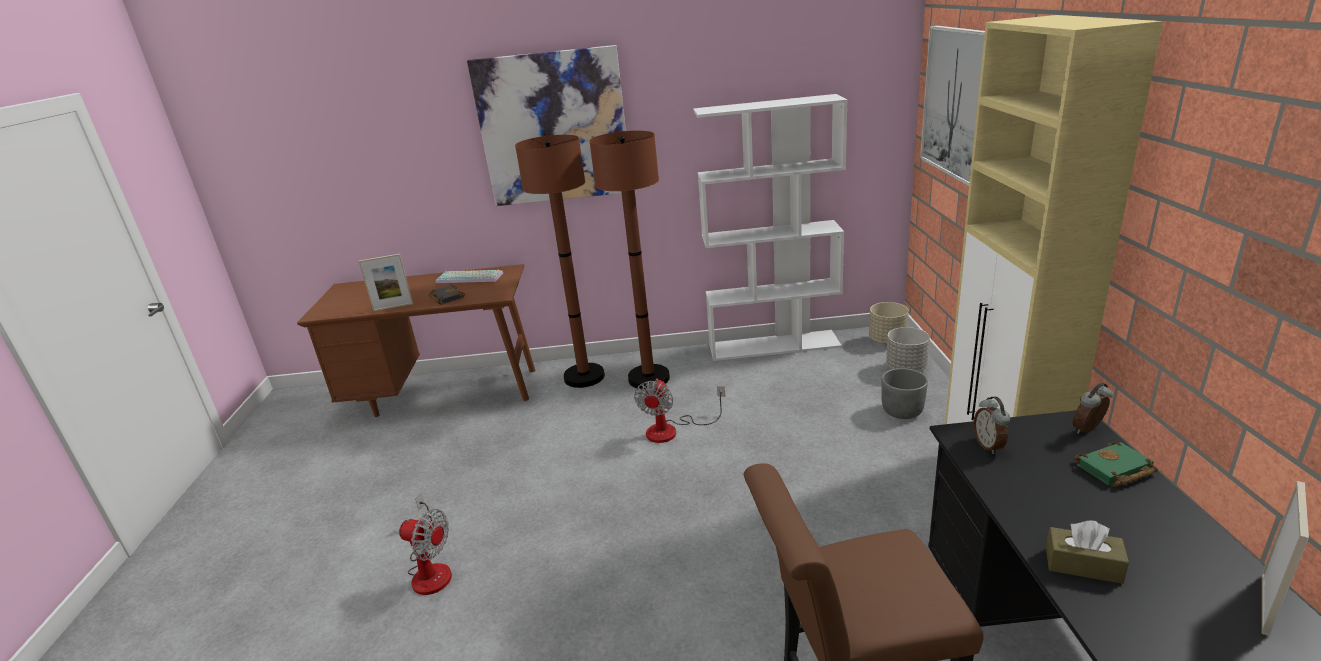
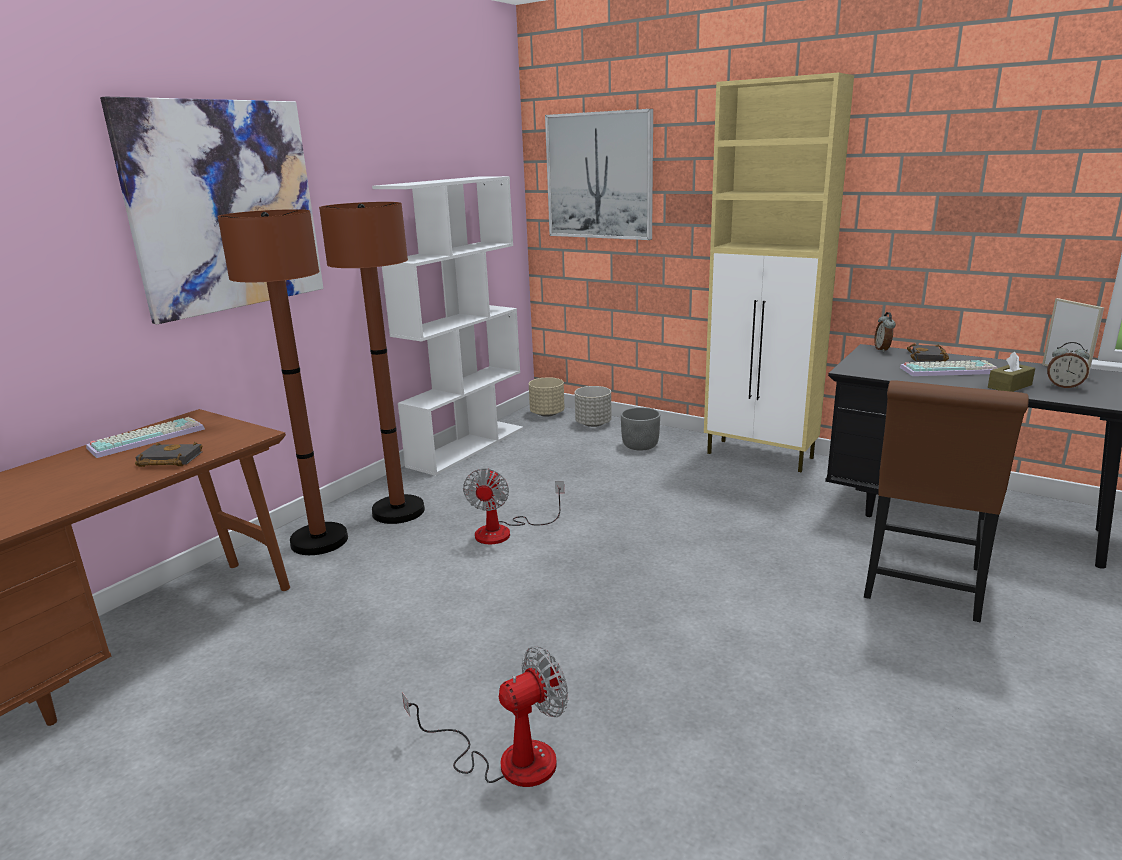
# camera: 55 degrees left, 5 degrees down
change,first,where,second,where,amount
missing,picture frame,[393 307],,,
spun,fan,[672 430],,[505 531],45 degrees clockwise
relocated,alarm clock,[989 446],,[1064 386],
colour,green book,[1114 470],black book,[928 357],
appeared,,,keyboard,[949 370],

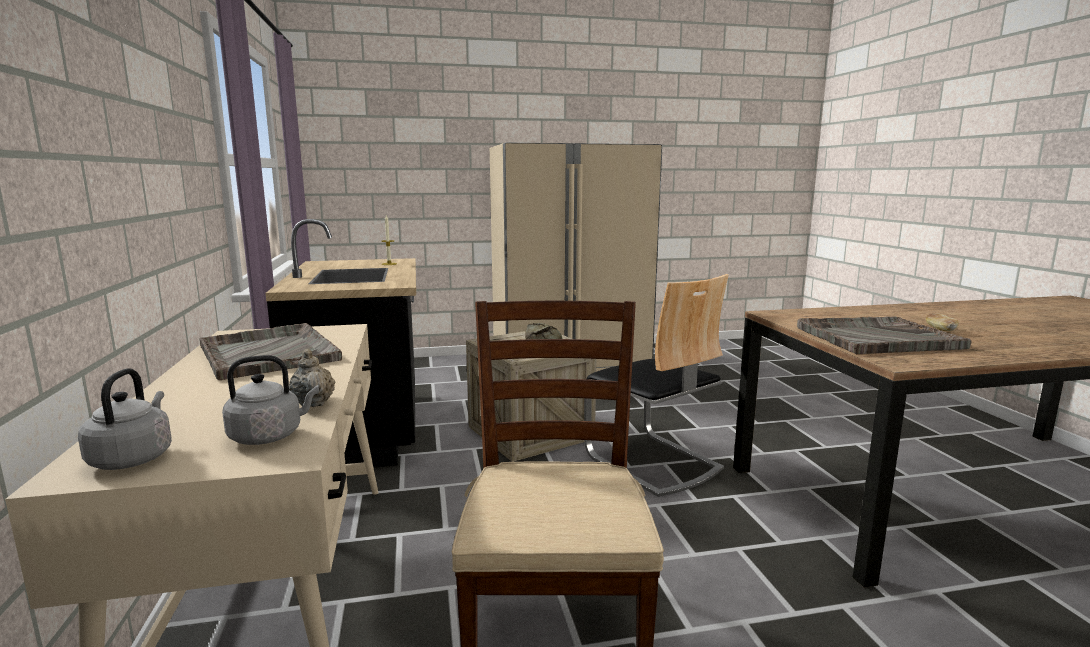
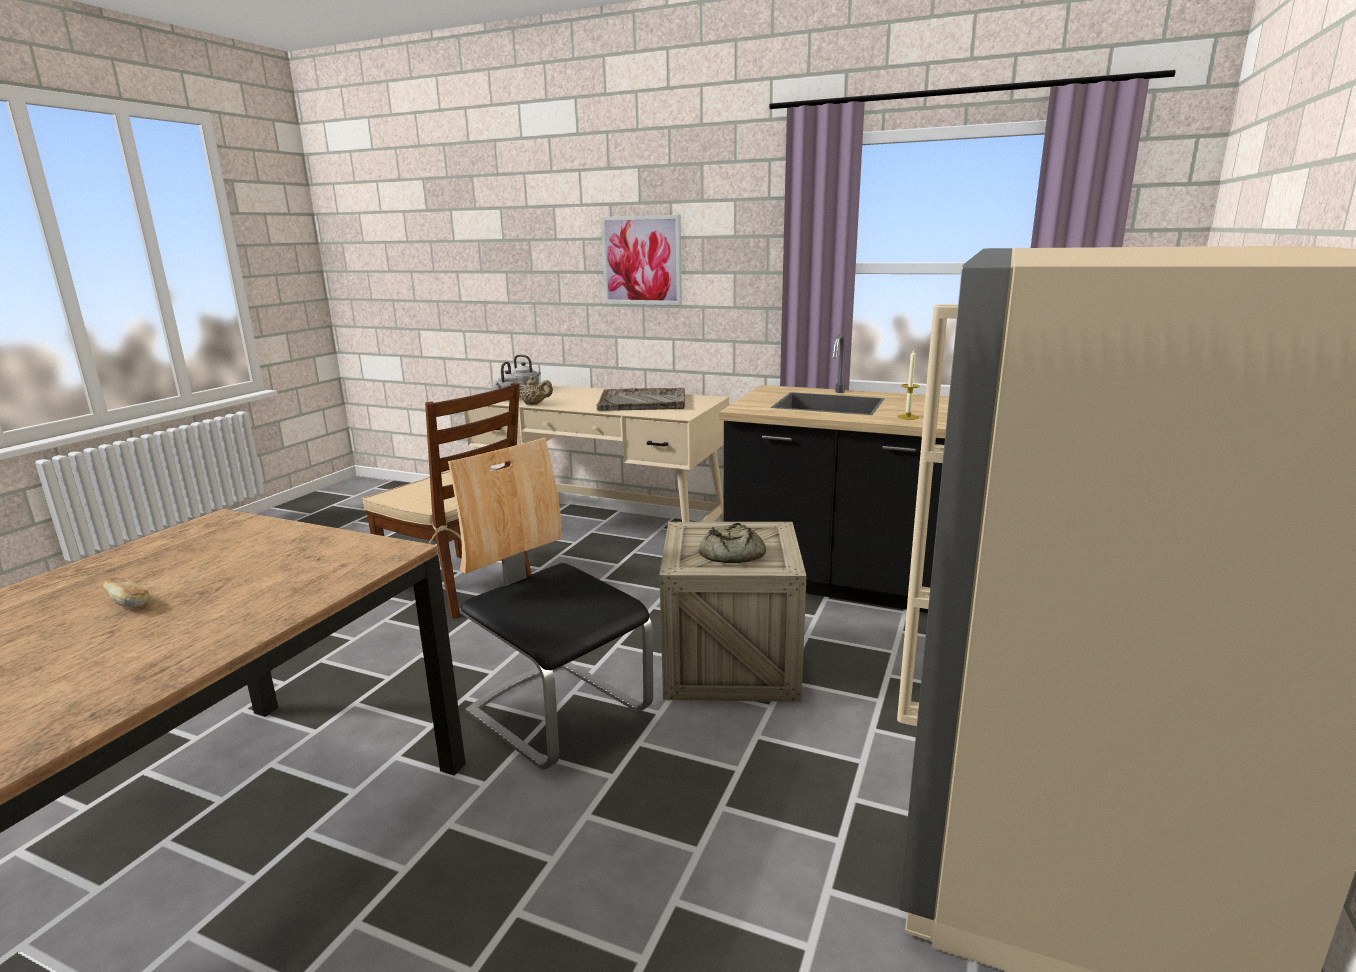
# camera: 125 degrees right, 5 degrees up
change,first,where,second,where,amount
spun,chair,[652 462],,[559 711],45 degrees clockwise
missing,grey tray,[876 338],,,
appeared,,,picture,[642 260],

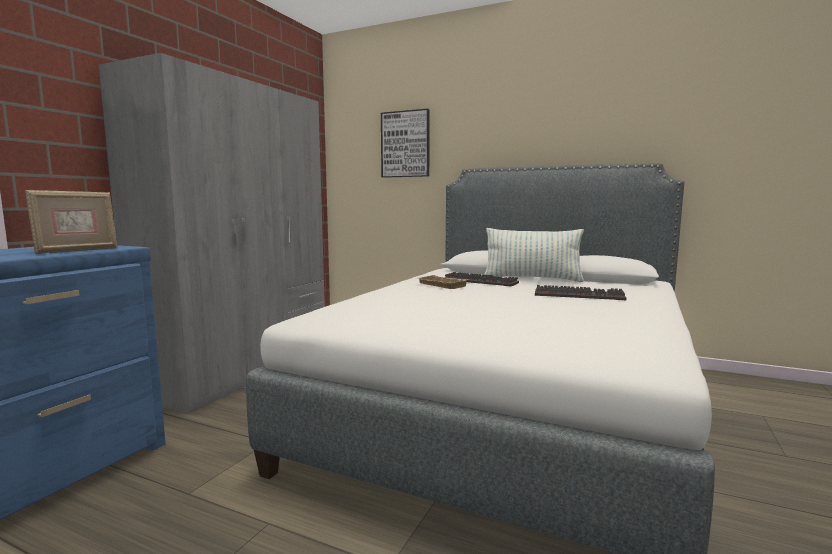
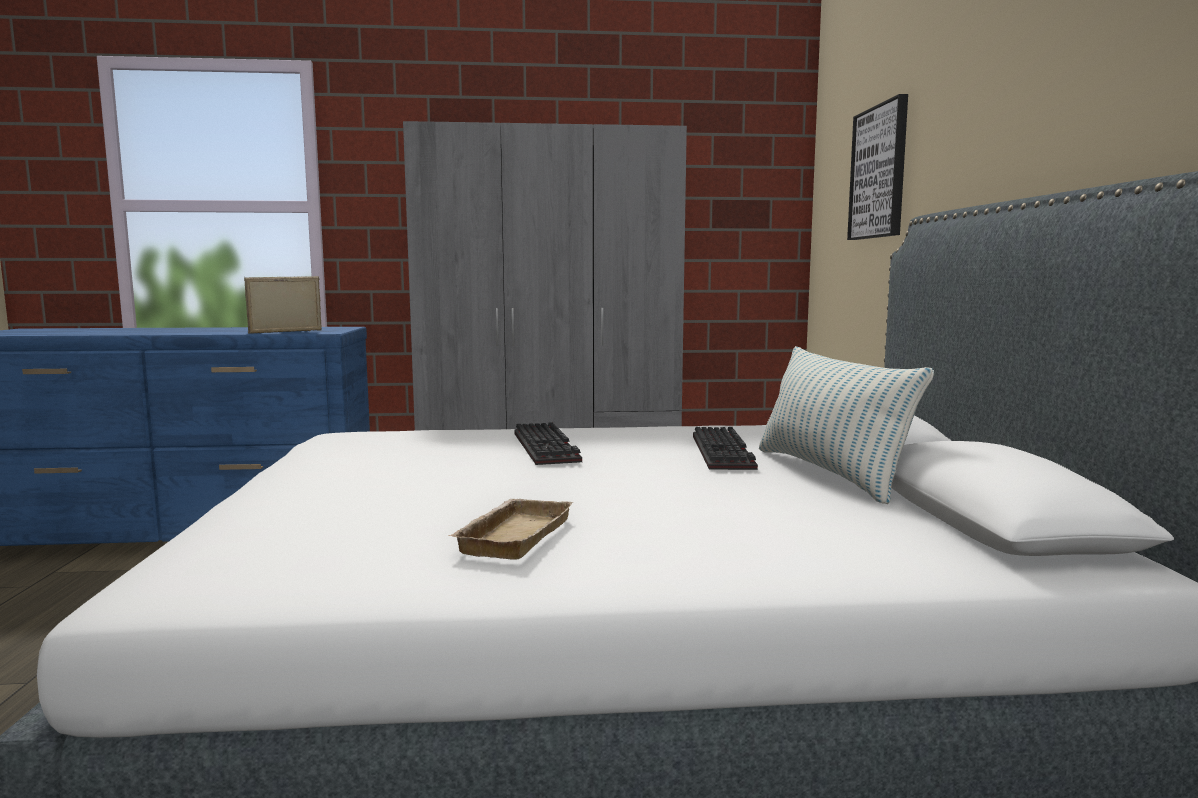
# camera: 60 degrees right, 0 degrees up
change,first,where,second,where,amount
spun,picture frame,[77 251],,[286 332],150 degrees clockwise
relocated,beige tray,[440 285],,[512 535],
relocated,keyboard,[580 295],,[548 447],

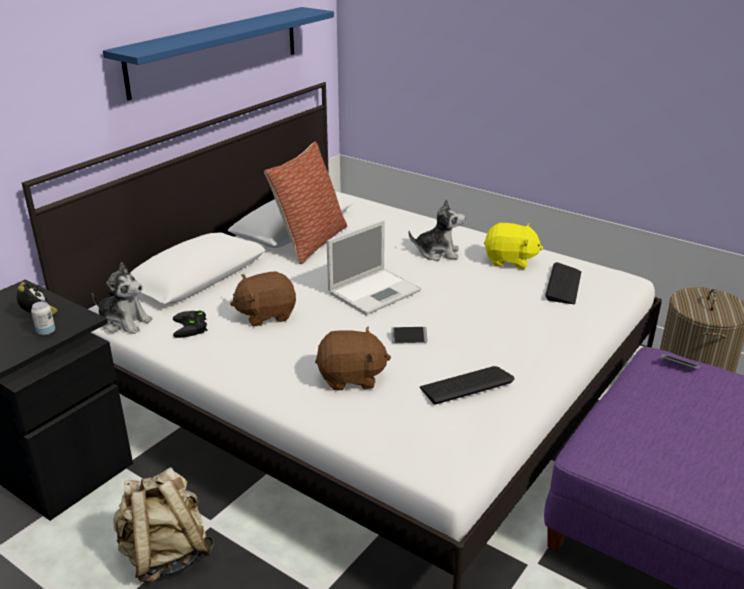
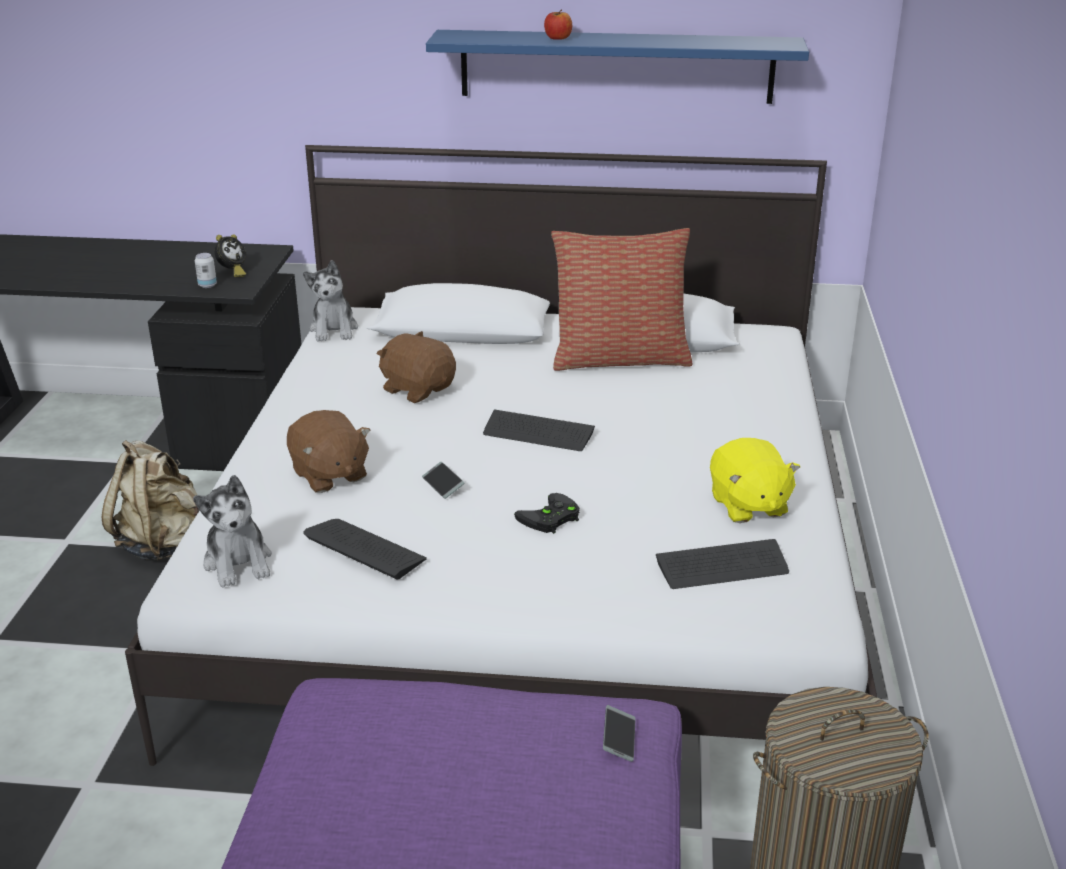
# camera: 60 degrees right, 0 degrees up
change,first,where,second,where,amount
relocated,black game controller,[192 327],,[549 519],
exchanged,laptop,[375 291],keyboard,[538 433],
relocated,plush toy,[437 253],,[238 562],
appeared,,,apple,[558 38],

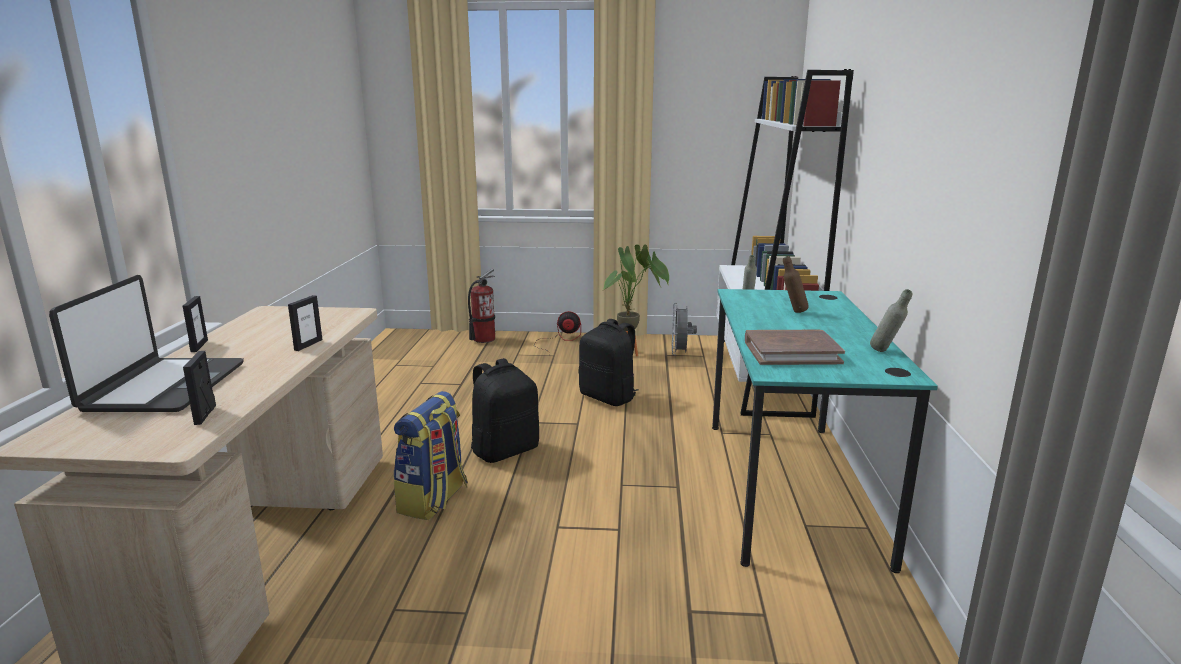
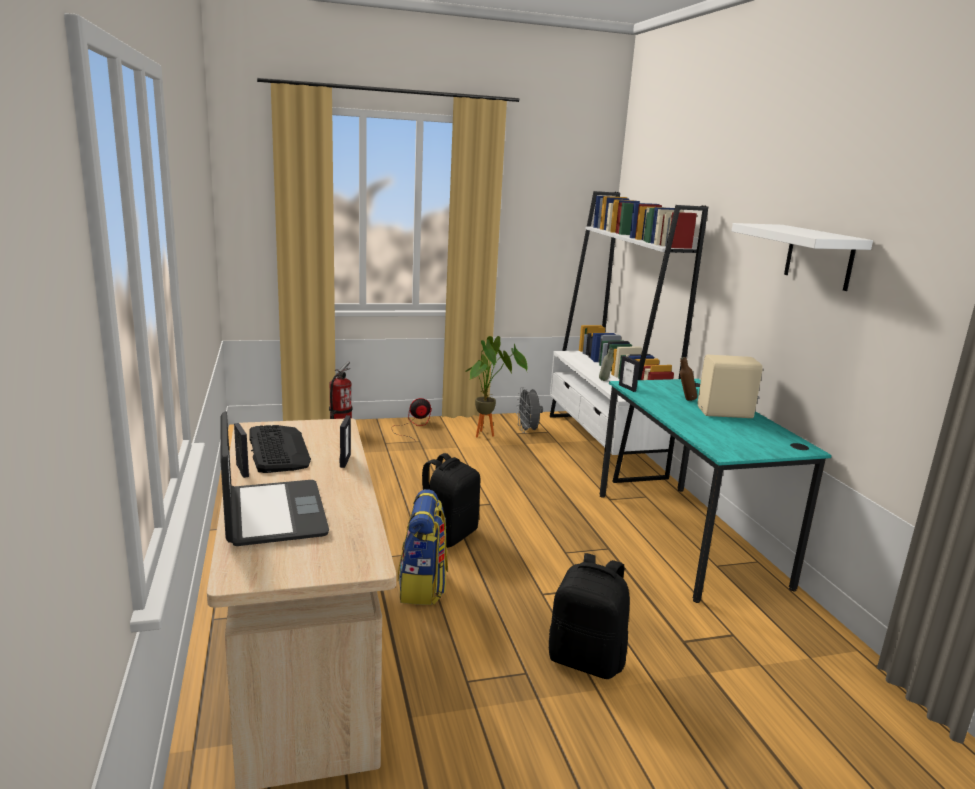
# camera: 20 degrees left, 0 degrees up
change,first,where,second,where,amount
relocated,picture frame,[205 415],,[627 388],
relocated,black backpack,[609 397],,[586 660],
missing,brown book,[791 352],,,
missing,grey bottle,[886 352],,,
appeared,,,keyboard,[278 449],
appeared,,,beige speaker,[726 413],
appeared,,,white shelf,[819 257],

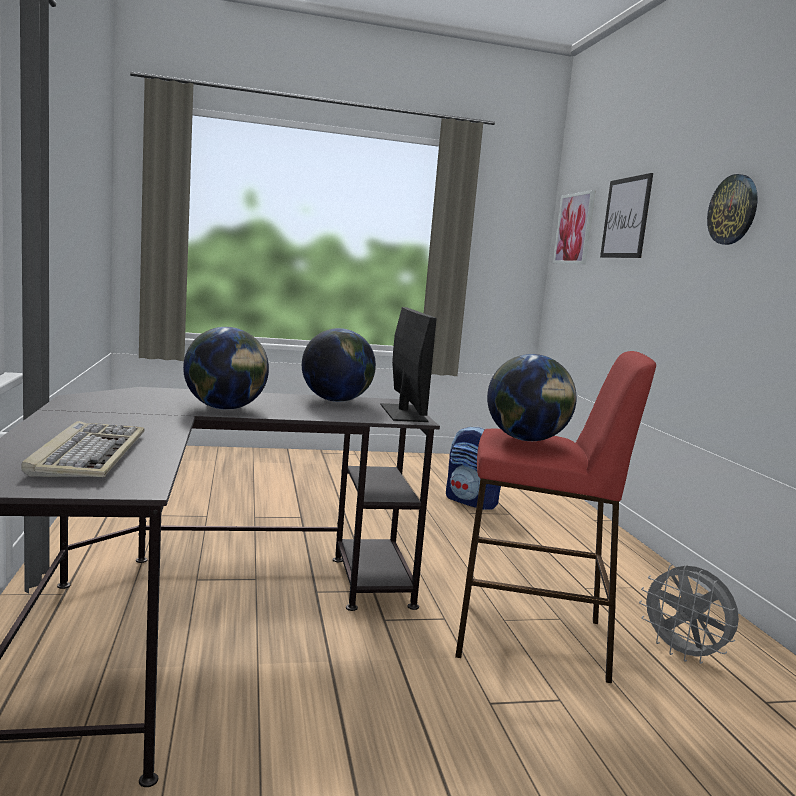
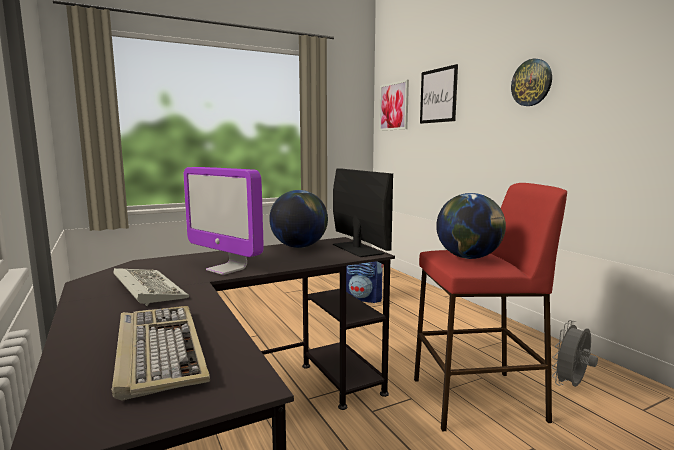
# camera: 15 degrees left, 0 degrees up
change,first,where,second,where,amount
exchanged,globe,[225 408],monitor,[226 269],
spun,grey fan,[684 654],,[571 385],105 degrees clockwise
appeared,,,keyboard,[146 288],

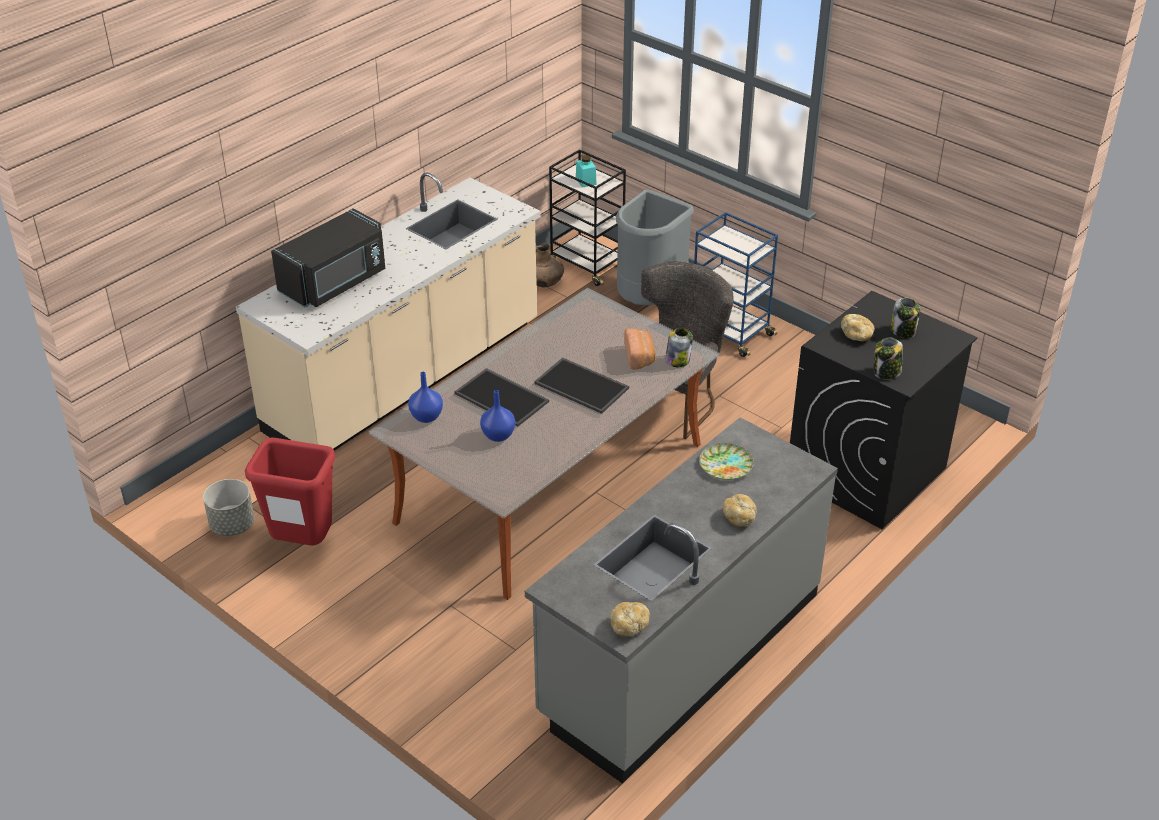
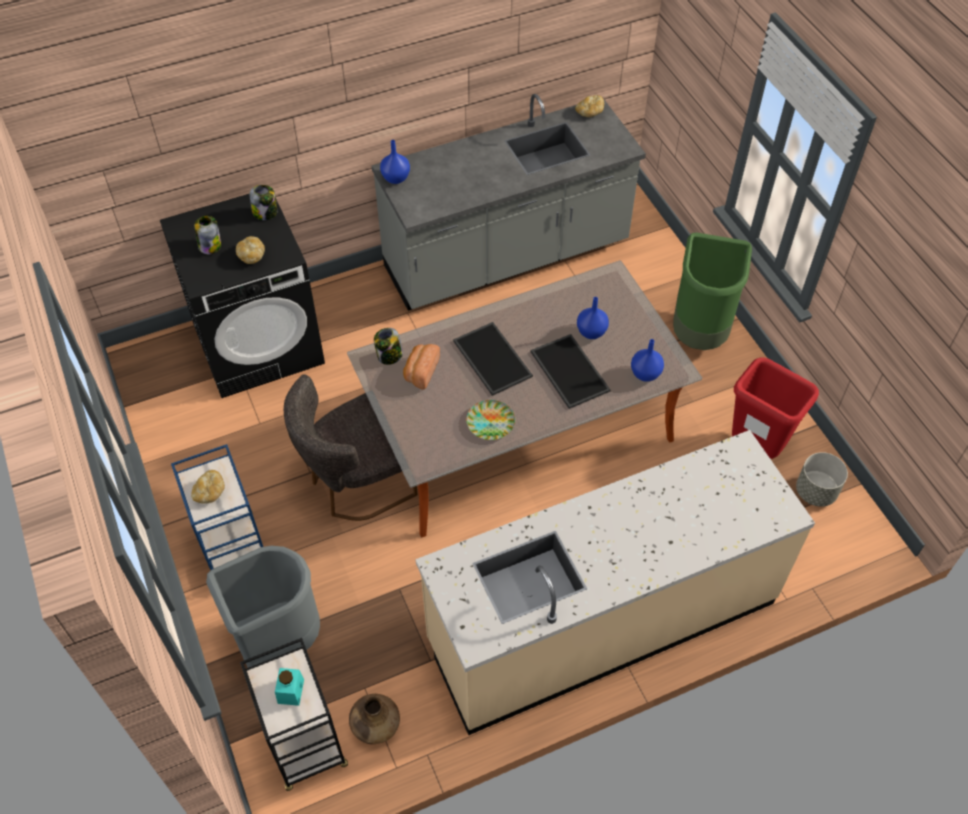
# camera: 155 degrees left, 15 degrees up
change,first,where,second,where,amount
missing,black microwave,[335 282],,,
relocated,plate,[725 464],,[490 423],
relocated,bread,[739 516],,[210 492],
appeared,,,blue vase,[395 178],
appeared,,,green trash can,[700 333],

